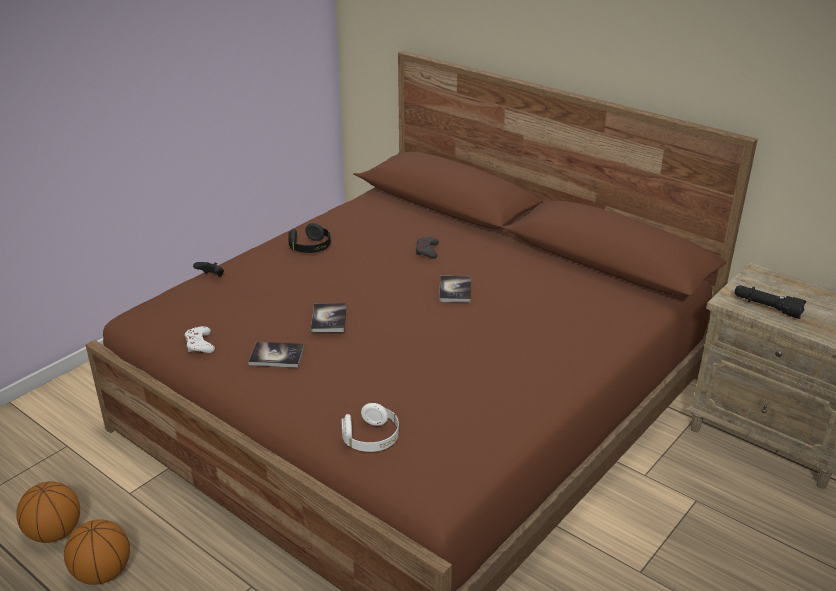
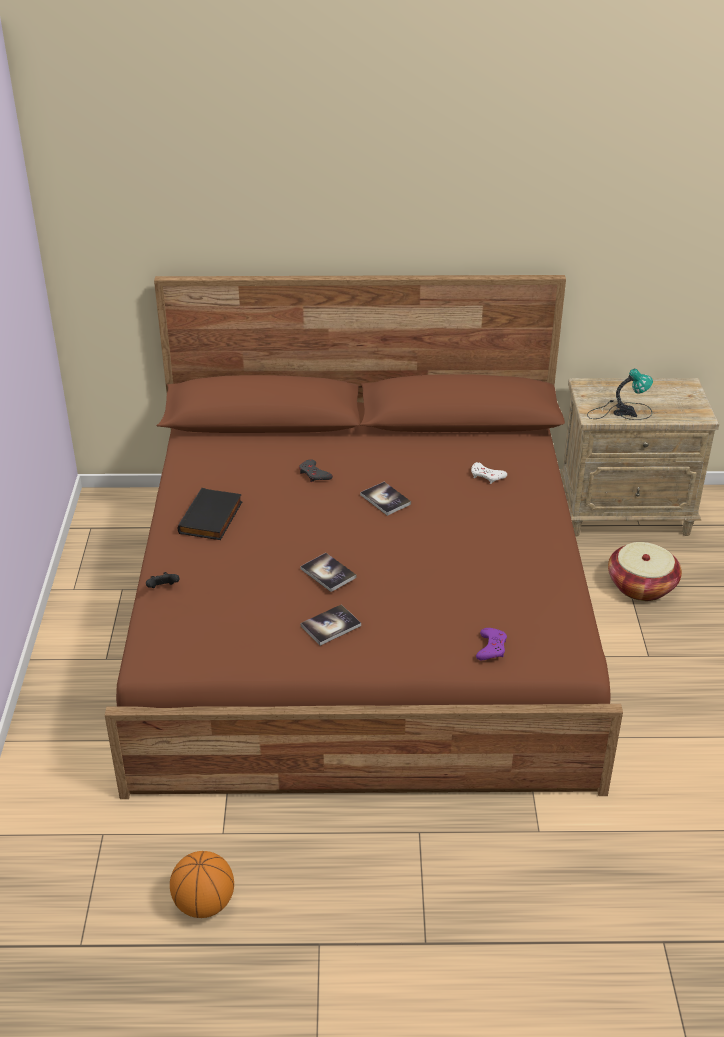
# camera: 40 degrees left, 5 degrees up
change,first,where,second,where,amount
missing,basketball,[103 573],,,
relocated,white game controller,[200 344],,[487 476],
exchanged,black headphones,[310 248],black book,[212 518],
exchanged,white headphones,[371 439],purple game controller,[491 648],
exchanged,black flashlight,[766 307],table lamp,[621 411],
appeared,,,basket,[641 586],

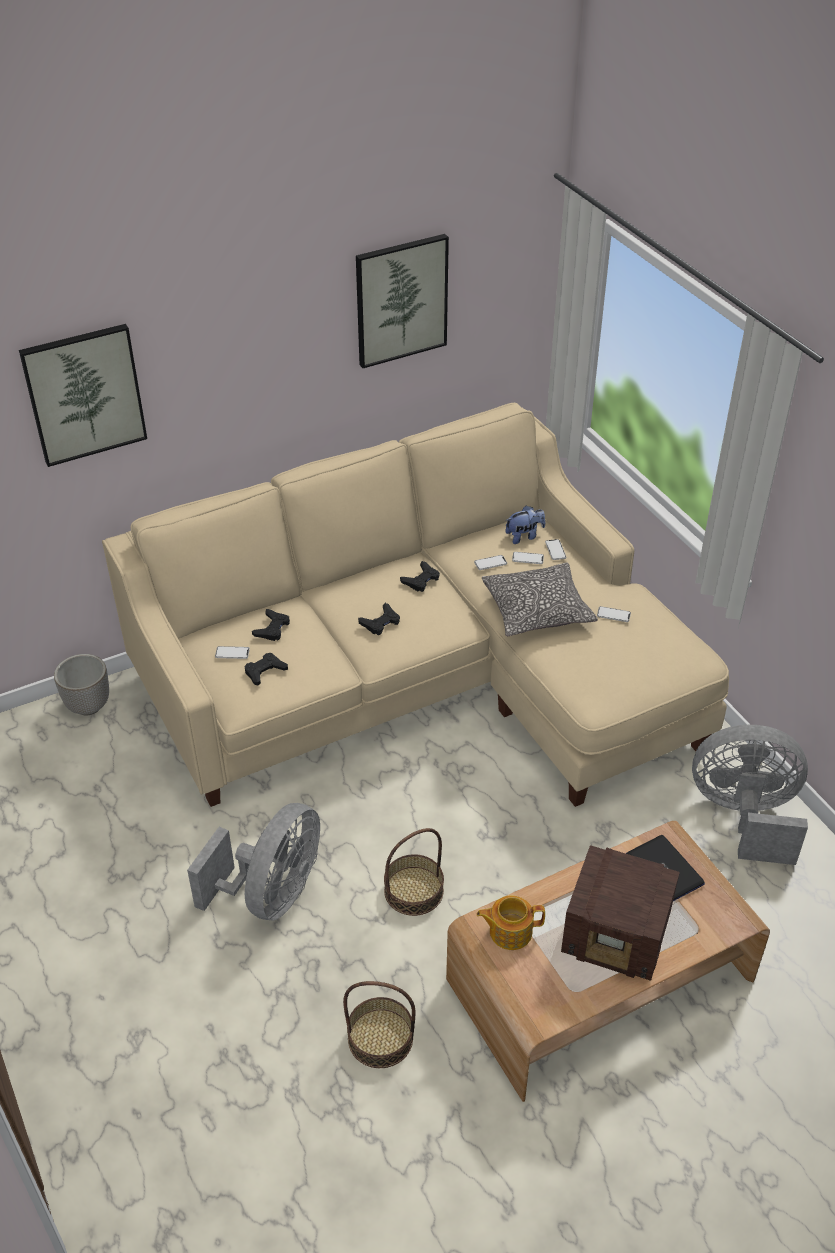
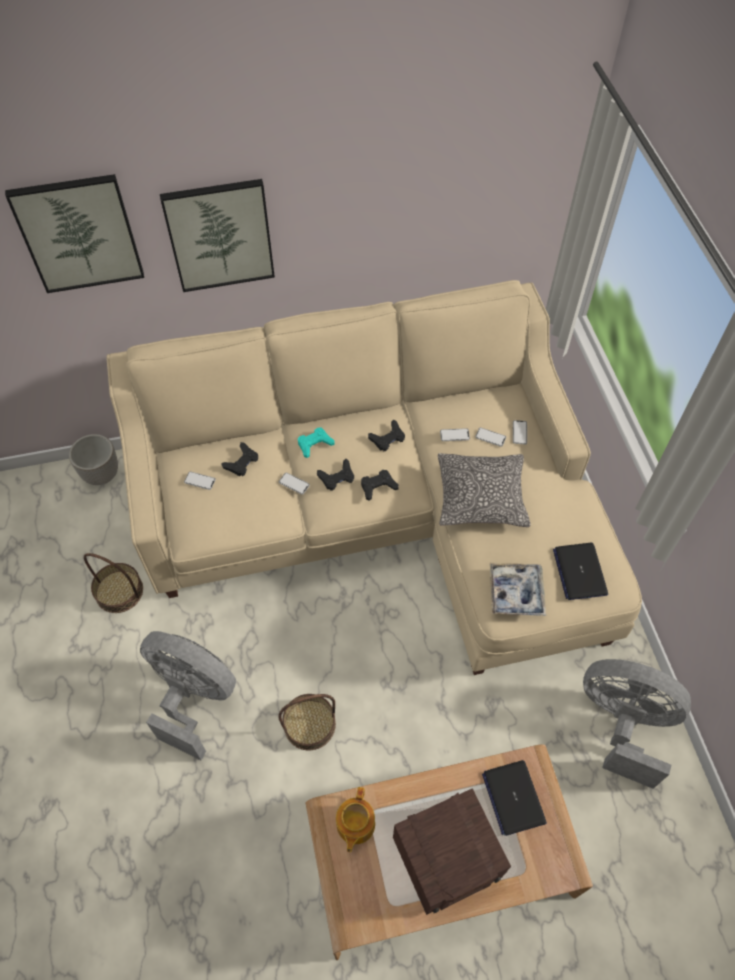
# camera: 15 degrees right, 15 degrees up
change,first,where,second,where,amount
spun,grey fan,[272 894],,[192 697],105 degrees counterclockwise
relocated,black game controller,[265 671],,[378 486],
relocated,basket,[380 1038],,[119 591],
relocated,picture,[401 300],,[220 235],
spun,teapot,[509 931],,[355 825],90 degrees counterclockwise
missing,plush toy,[524 536],,,
spun,radio,[617 937],,[448 858],60 degrees counterclockwise
relocated,phone,[613 615],,[294 484],
appeared,,,turquoise game controller,[314 444],
appeared,,,tray,[516 592],
appeared,,,laptop,[579 571],

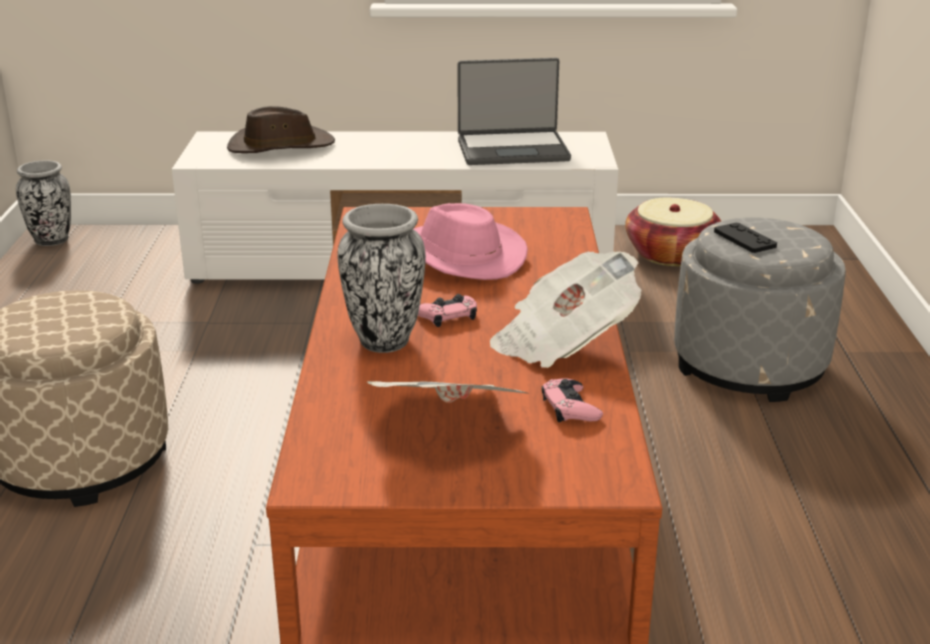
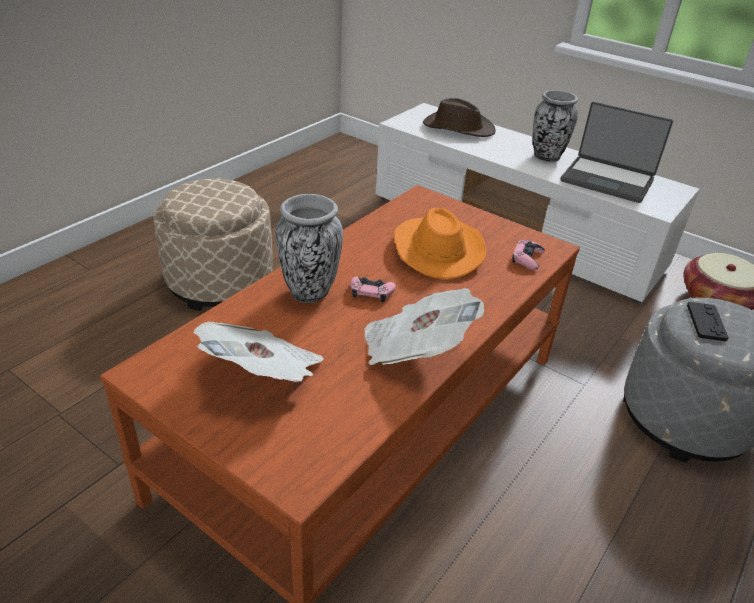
# camera: 35 degrees right, 10 degrees up
change,first,where,second,where,amount
relocated,vase,[51 241],,[546 157],
colour,pink hat,[457 256],orange hat,[436 249],
relocated,pink game controller,[570 408],,[527 258],

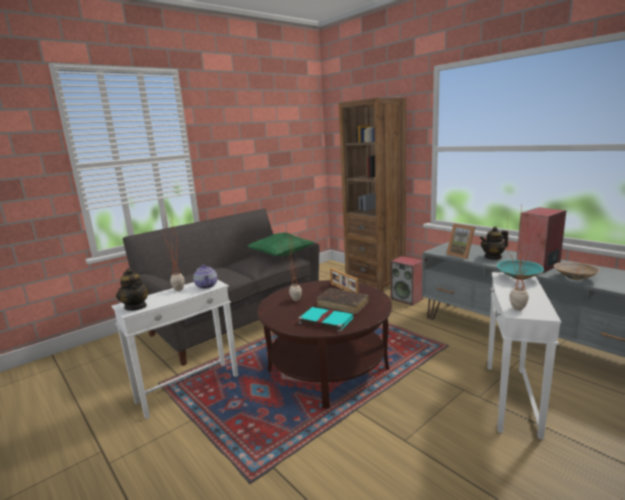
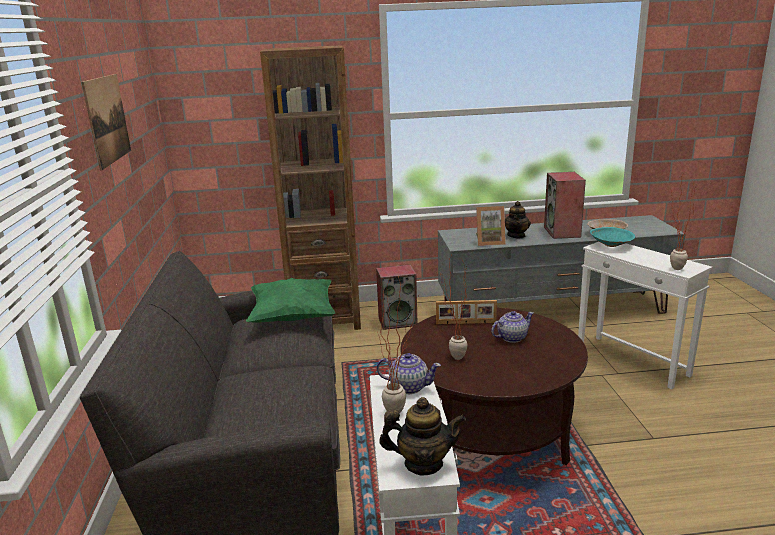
# camera: 55 degrees left, 5 degrees up
change,first,where,second,where,amount
missing,turquoise book,[325 320],,,
exchanged,brown book,[342 305],teapot,[511 337],
appeared,,,picture,[107 119],

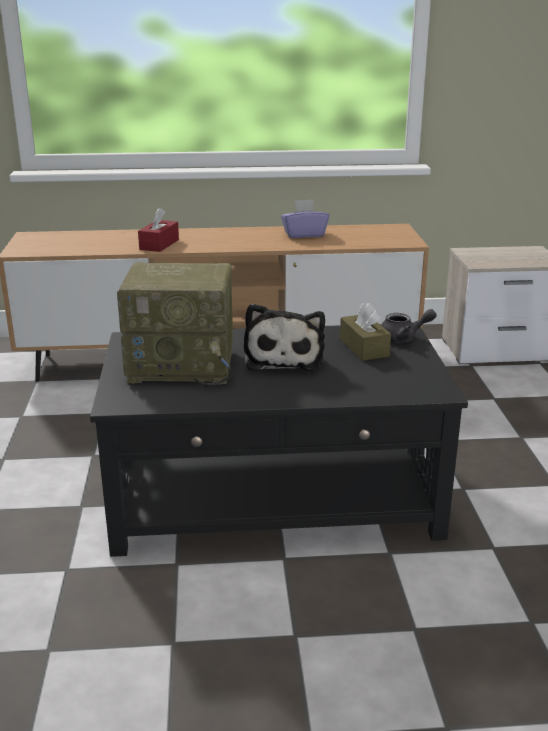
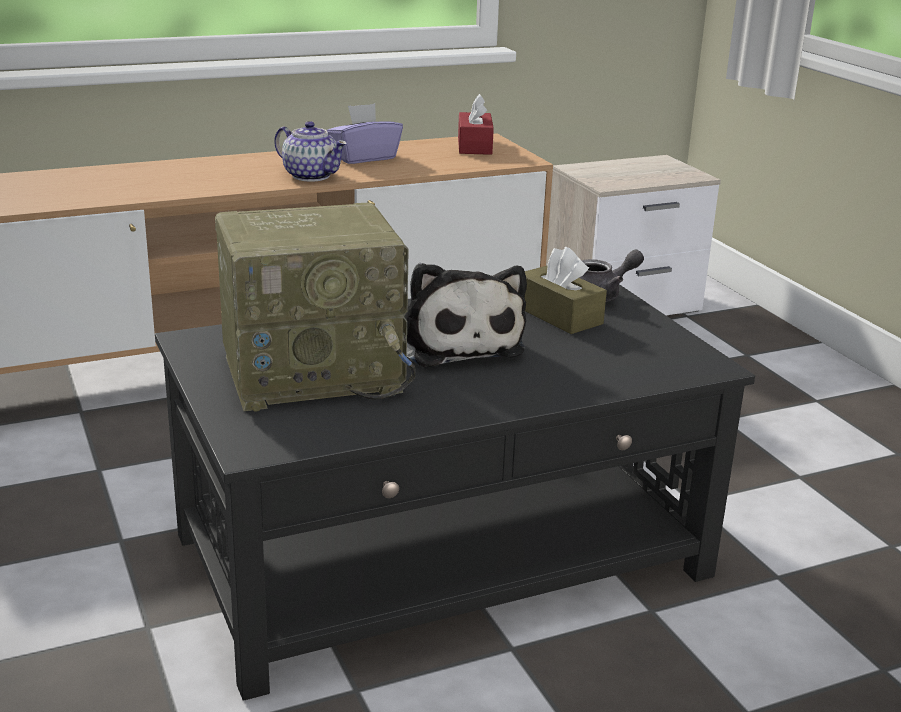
# camera: 20 degrees left, 0 degrees up
change,first,where,second,where,amount
relocated,red tissue box,[159 244],,[474 146],
appeared,,,teapot,[311 175],

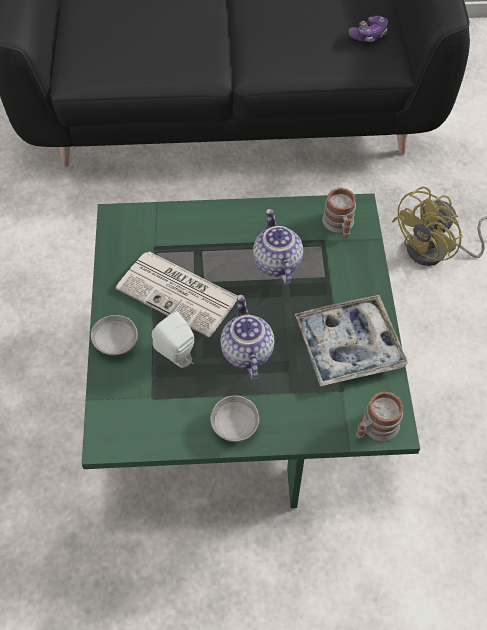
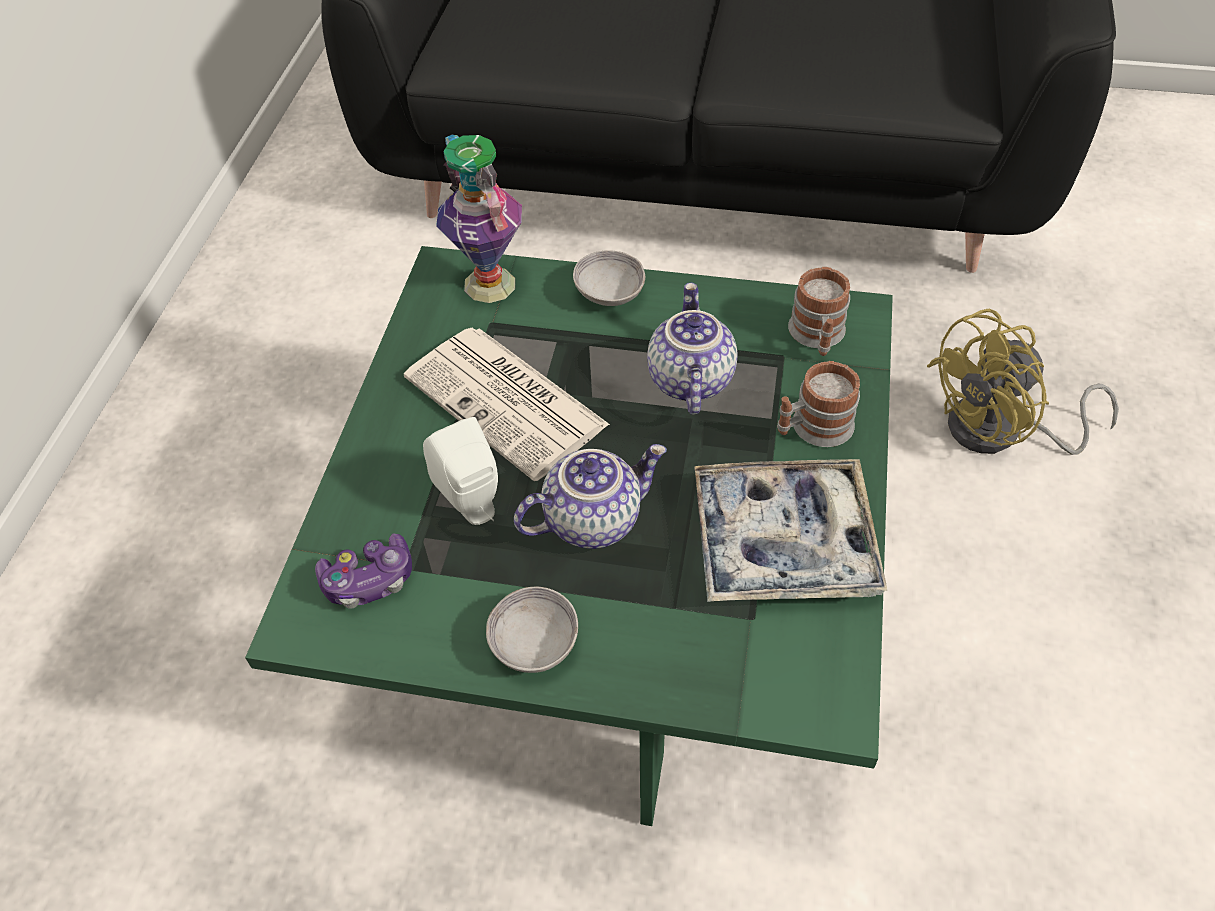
# camera: 15 degrees right, 5 degrees down
change,first,where,second,where,amount
relocated,grey bowl,[116 343],,[609 294],
spun,teapot,[245 352],,[592 518],60 degrees clockwise
relocated,game controller,[369 35],,[369 580],
relocated,mug,[375 428],,[813 428],
appeared,,,vase,[488 284],

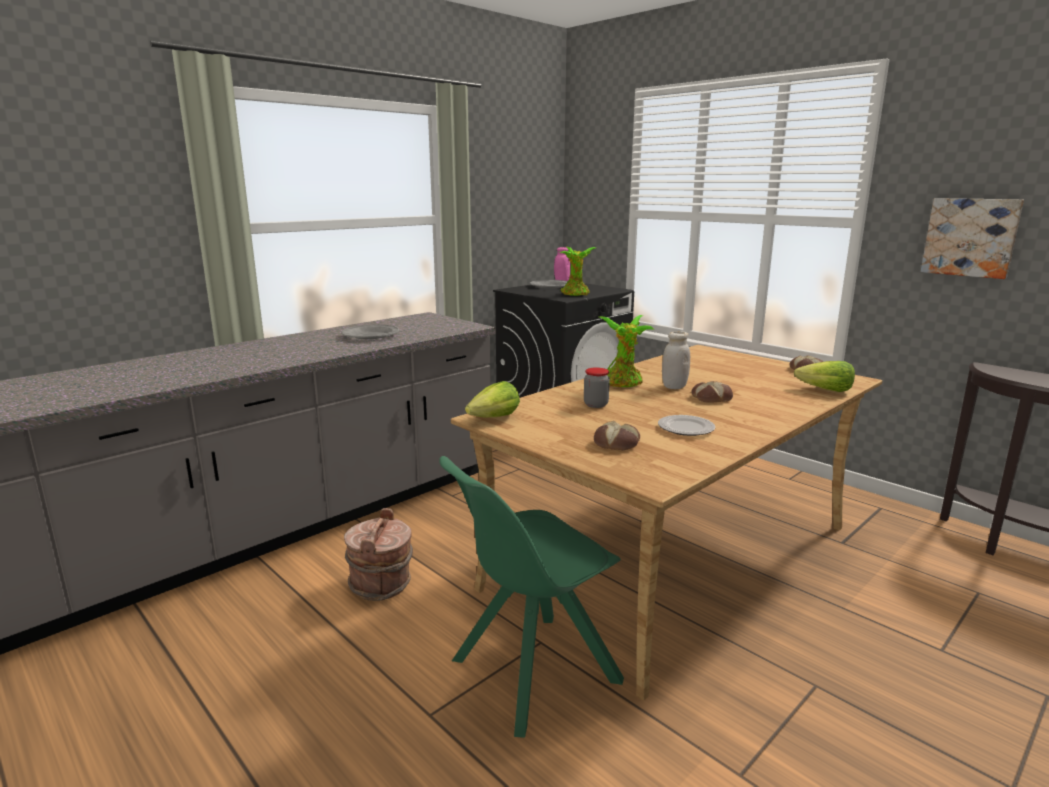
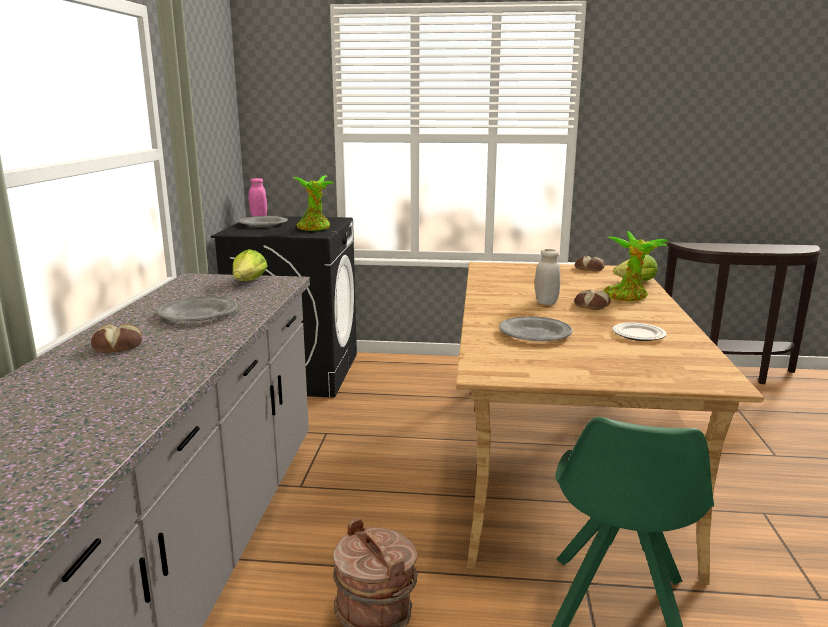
# camera: 40 degrees left, 0 degrees up
change,first,where,second,where,amount
relocated,lettuce,[494 418],,[249 282],
exchanged,jar,[595 405],grey plate,[535 333],
relocated,bread,[617 443],,[119 345],
relocated,potted plant,[622 383],,[628 297],
missing,picture,[970 237],,,

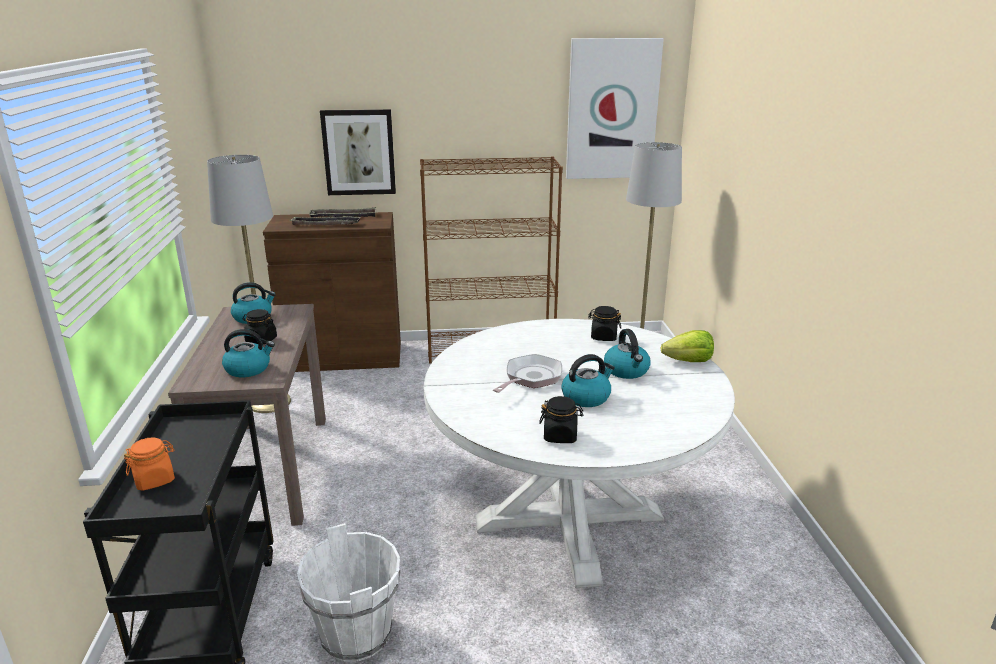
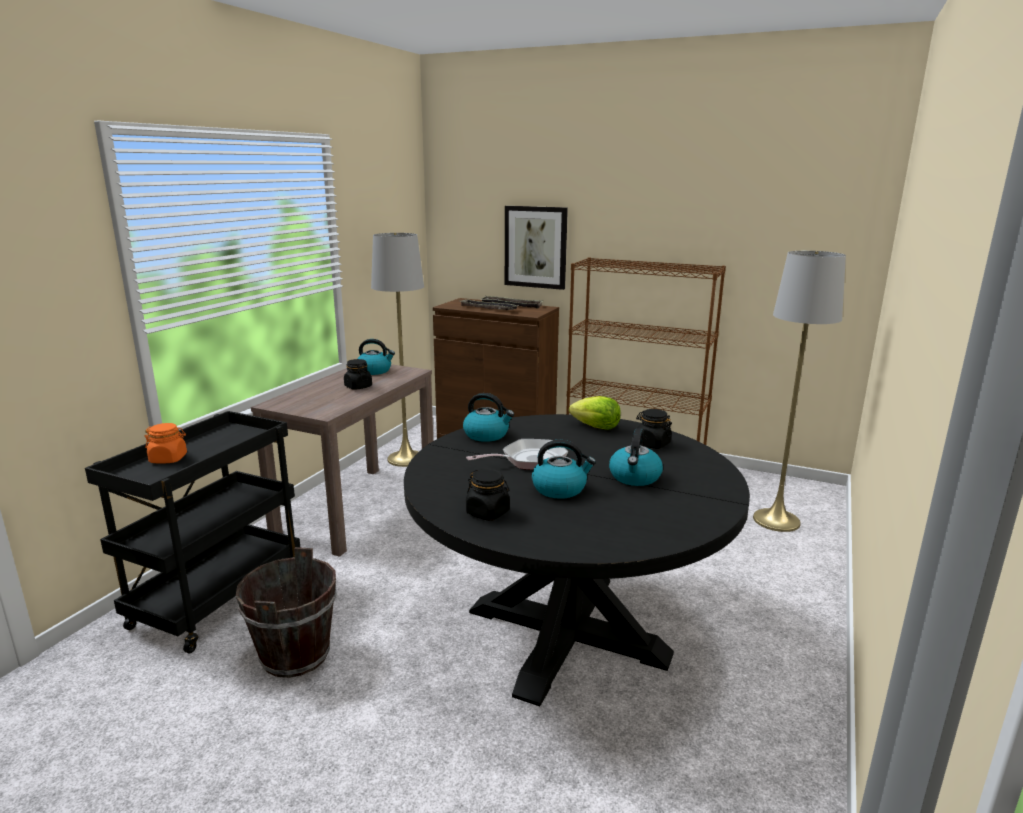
# camera: 30 degrees right, 5 degrees down
change,first,where,second,where,amount
relocated,kettle,[248 369],,[487 435],
colour,white bucket,[357 634],brown bucket,[296 655],
colour,white dining table,[569 519],black dining table,[567 632],
missing,picture,[612 110],,,
relocated,lettuce,[688 361],,[596 427],

